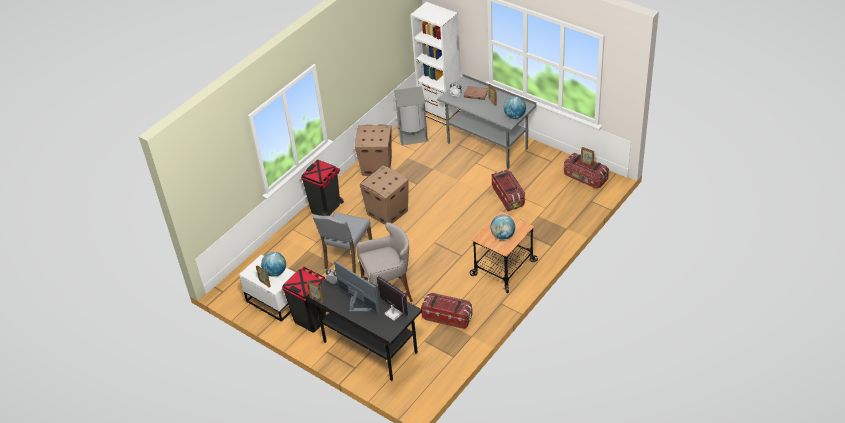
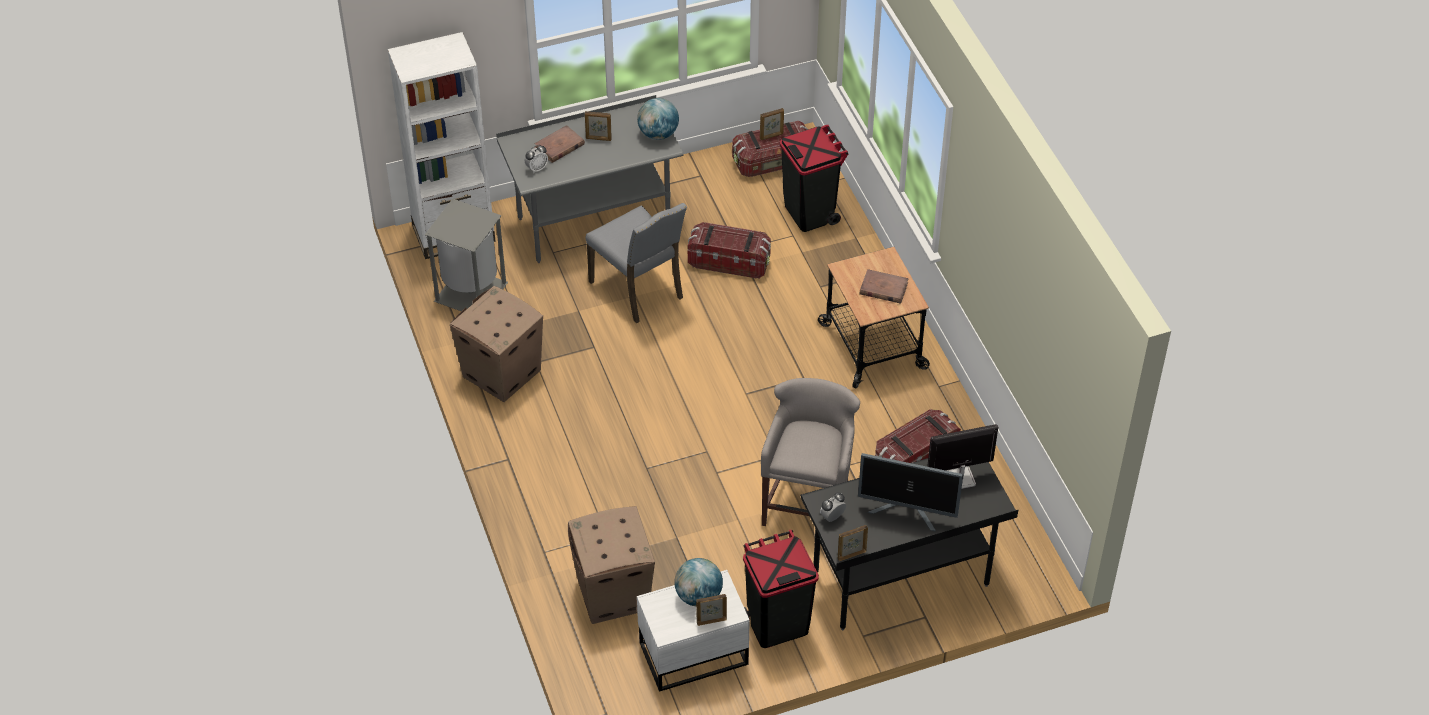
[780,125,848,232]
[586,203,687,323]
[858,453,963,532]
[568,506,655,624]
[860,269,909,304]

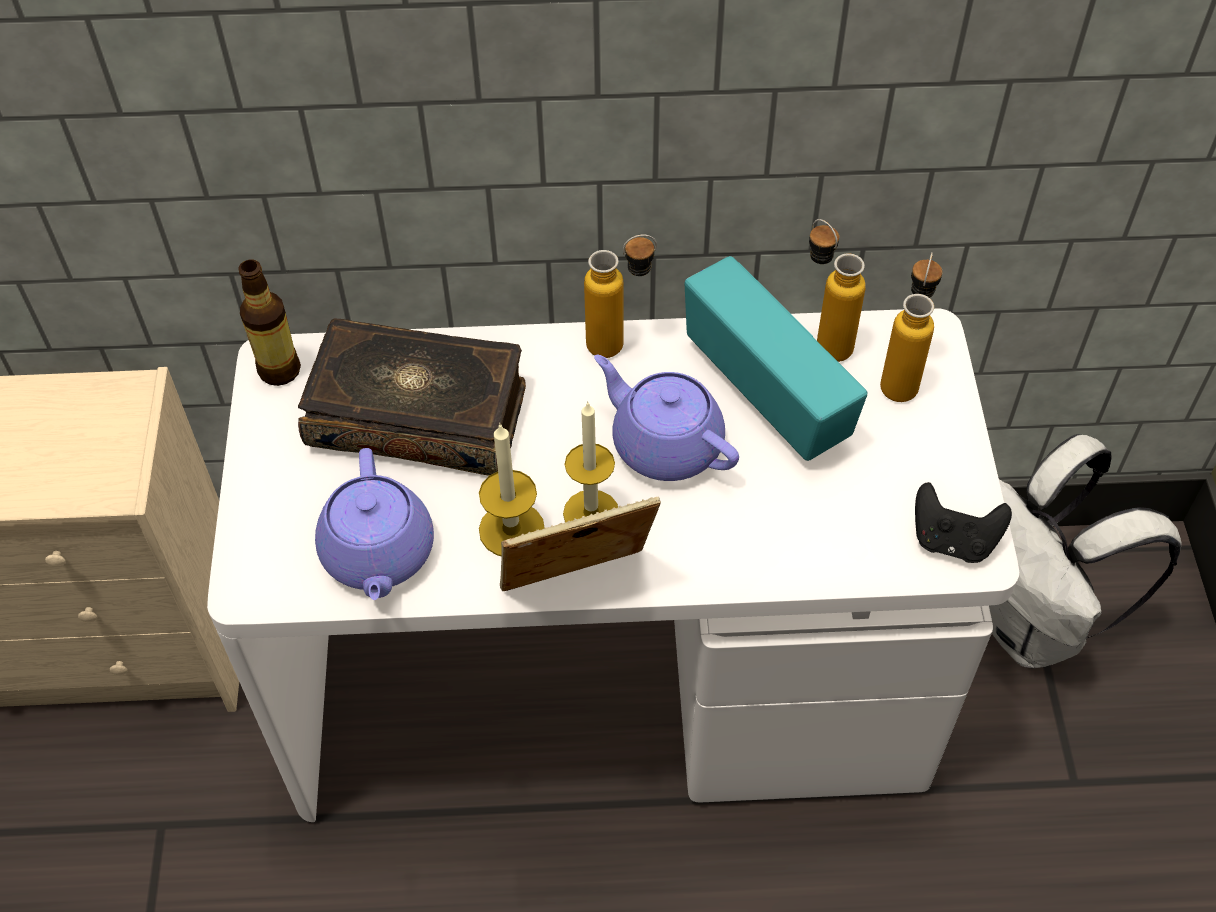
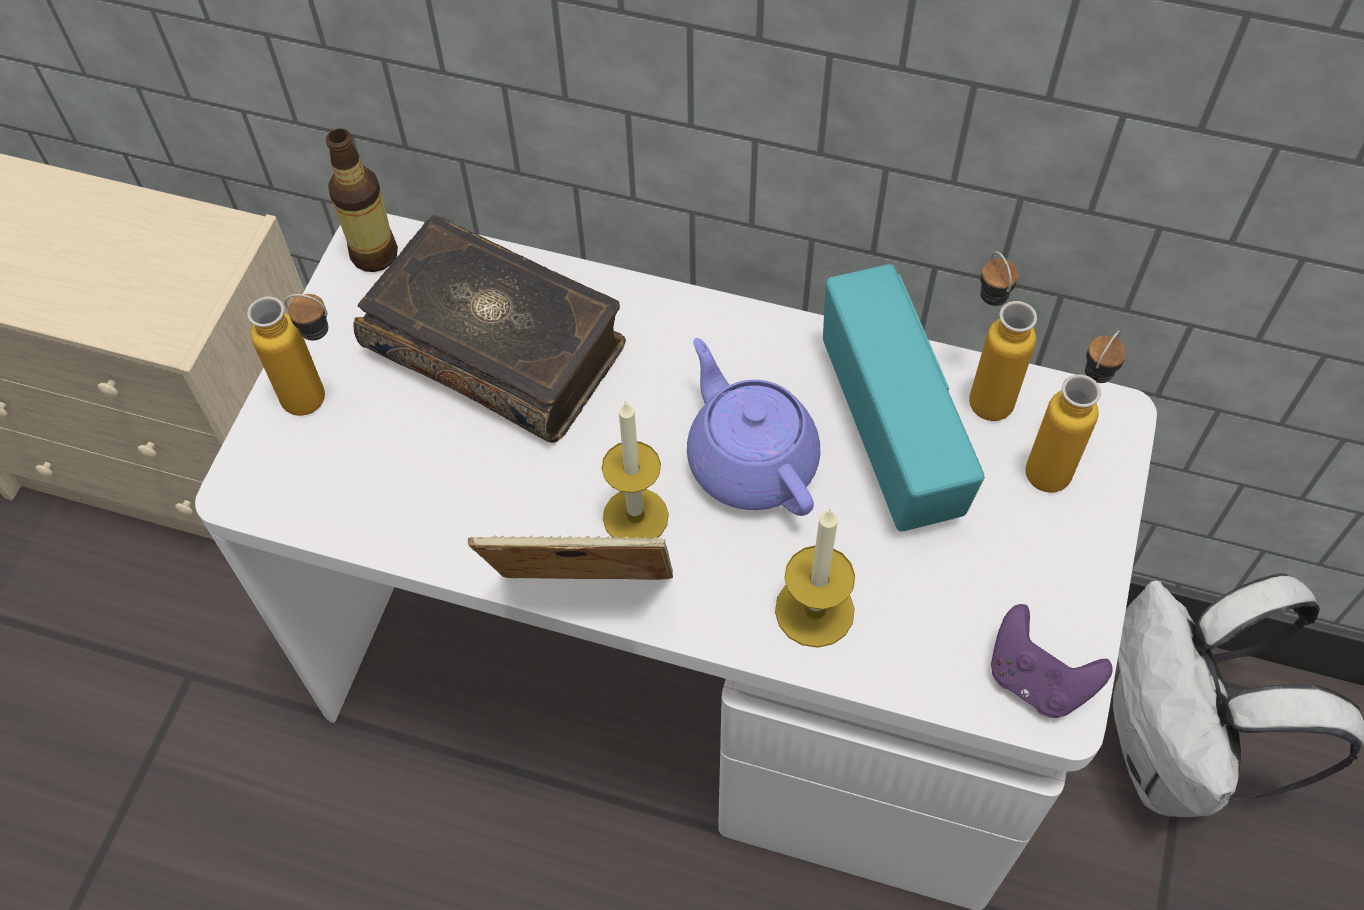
[315,448,434,600] (first image)
[775,508,855,648]
[247,294,328,416]
[991,604,1113,718]

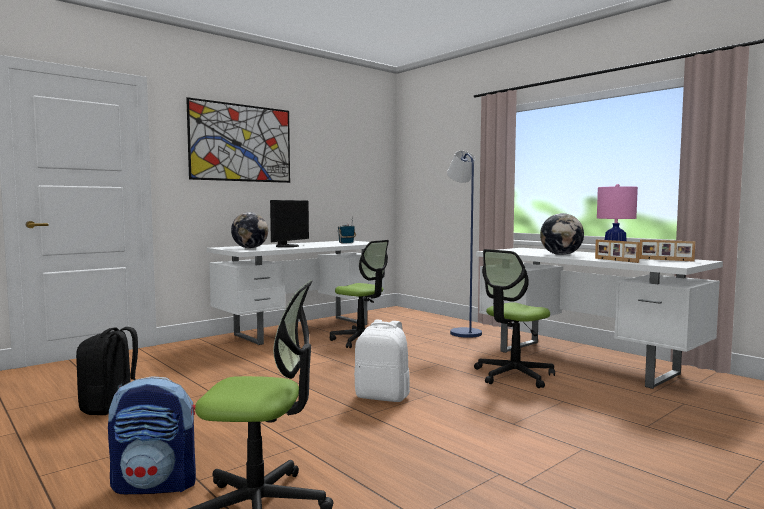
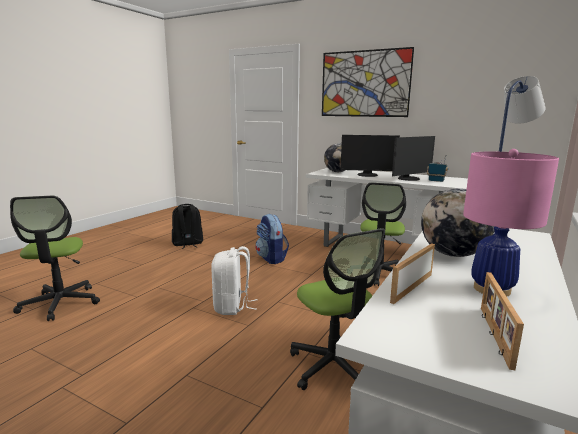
[255,214,289,264]
[290,228,385,390]
[392,136,435,181]

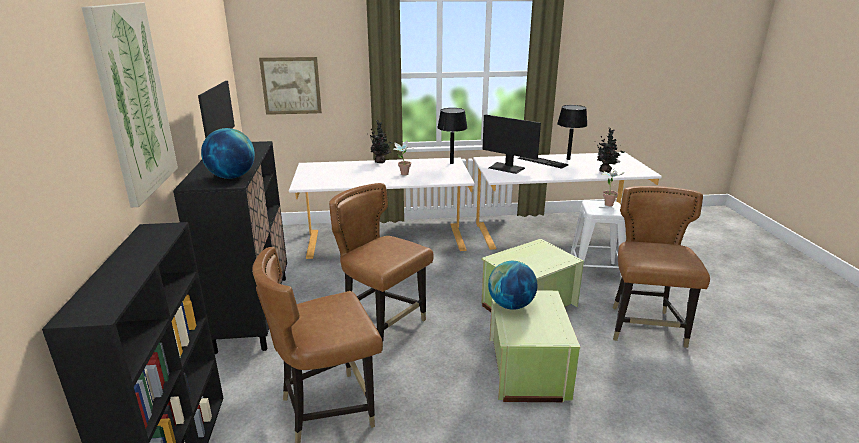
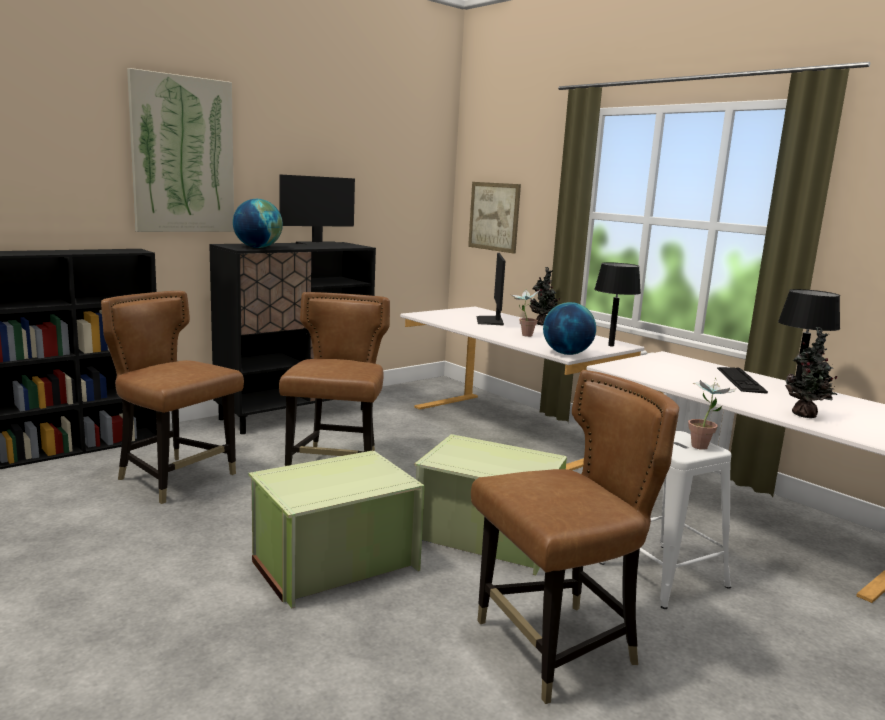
[476,253,505,326]
[543,302,596,355]

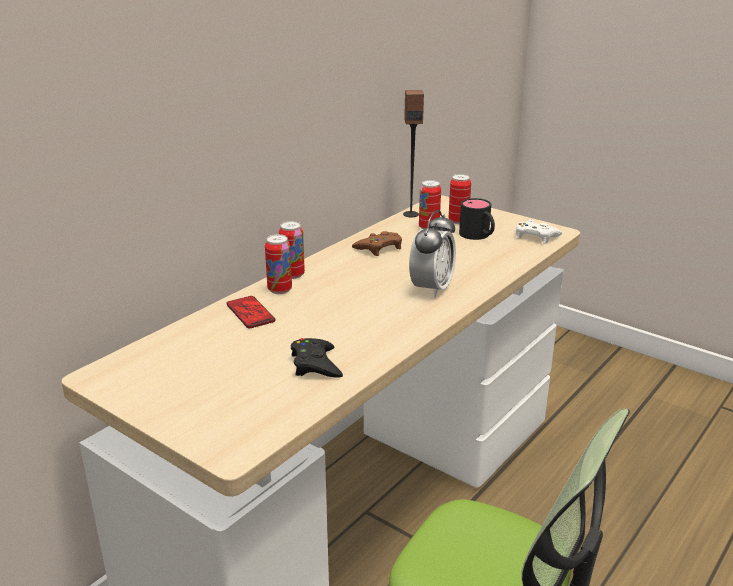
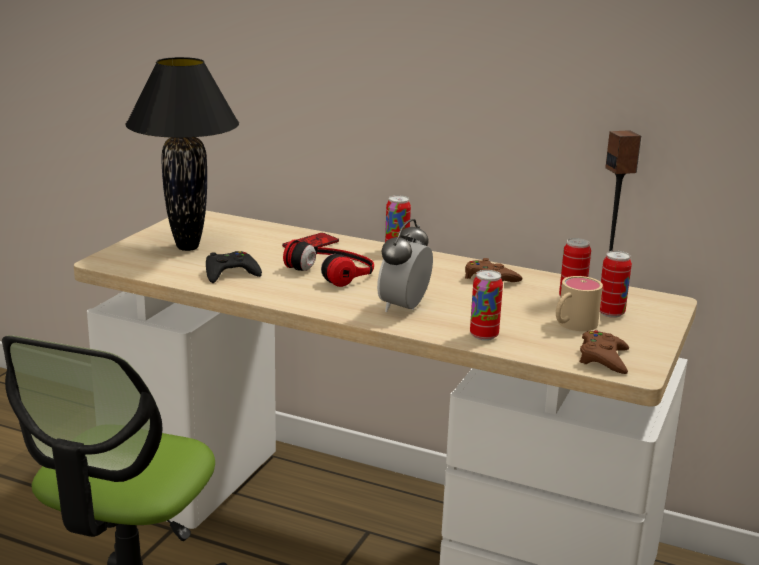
[470,270,503,341]
[377,219,433,312]
[556,276,603,331]
[580,330,629,374]
[125,57,239,251]
[283,239,374,287]

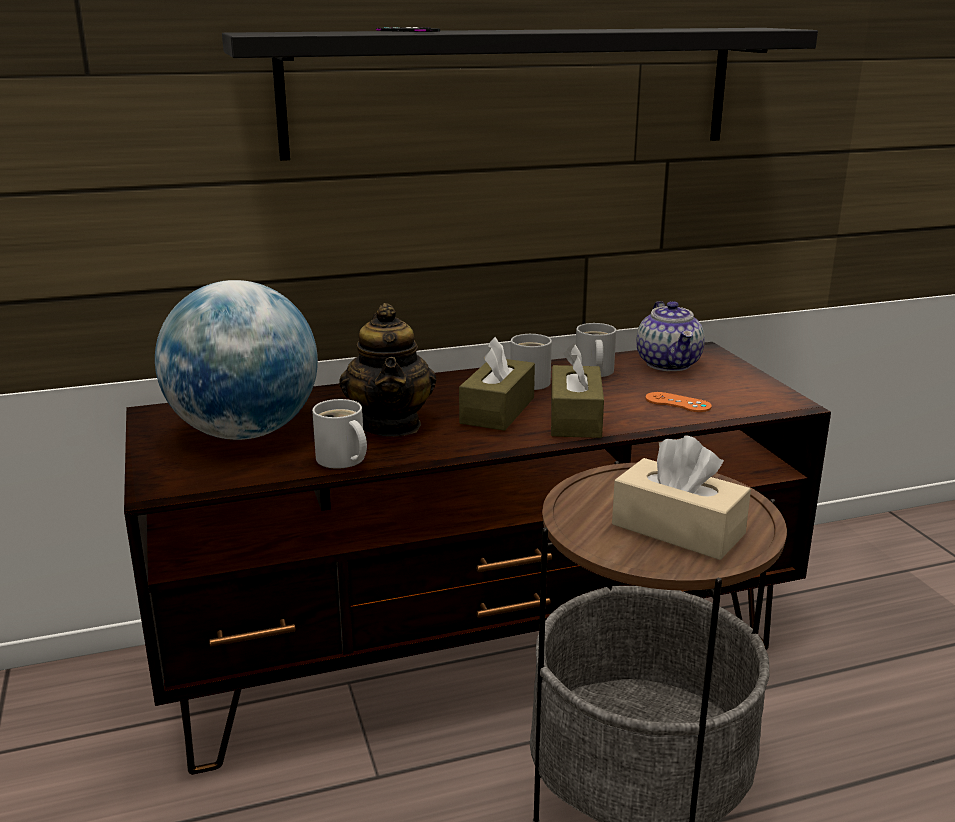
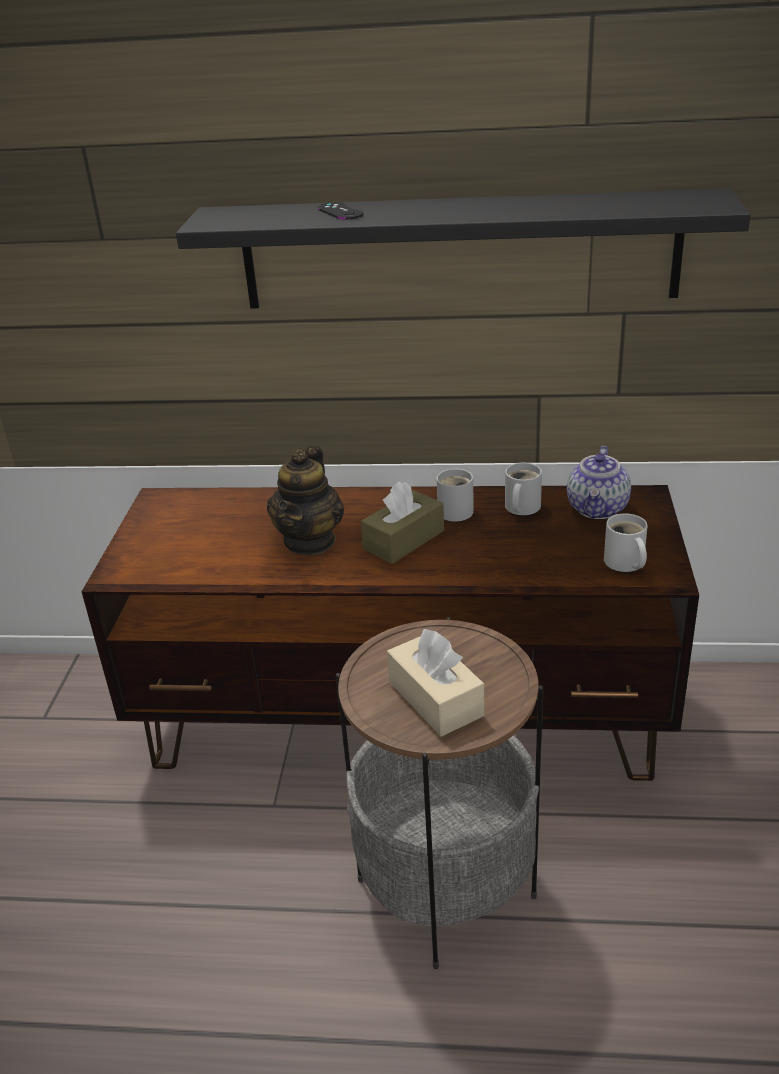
[155,280,318,440] (first image)
[604,513,648,572]
[551,344,604,438] (first image)
[645,392,712,412] (first image)

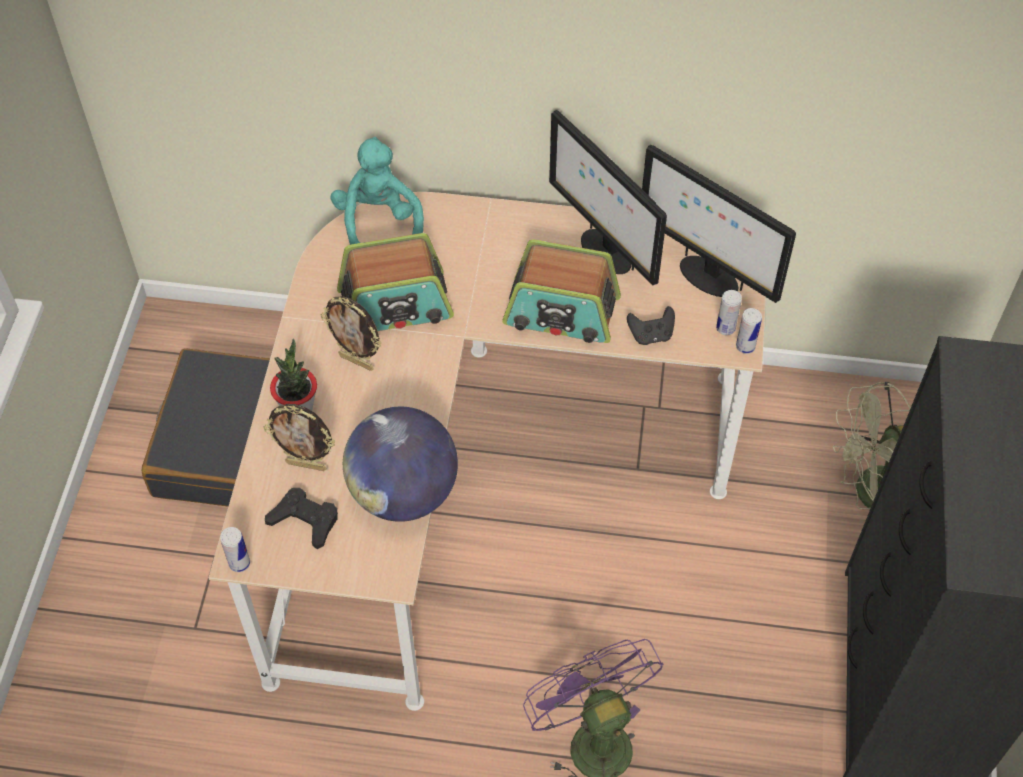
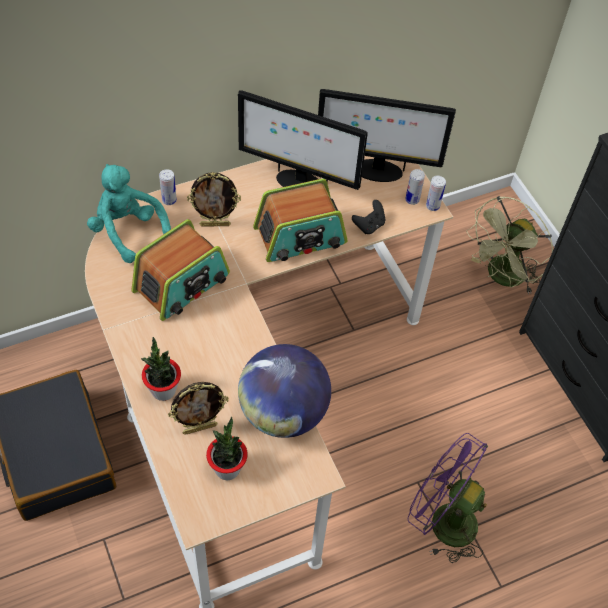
[159,169,177,205]
[206,417,248,480]
[187,172,241,226]

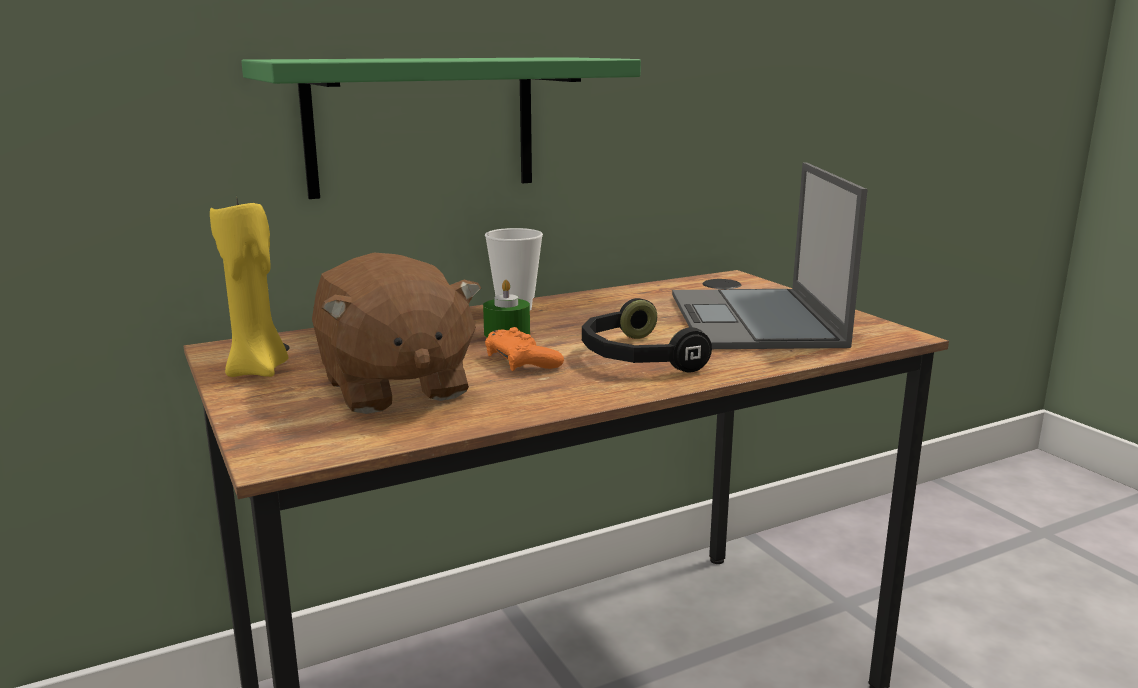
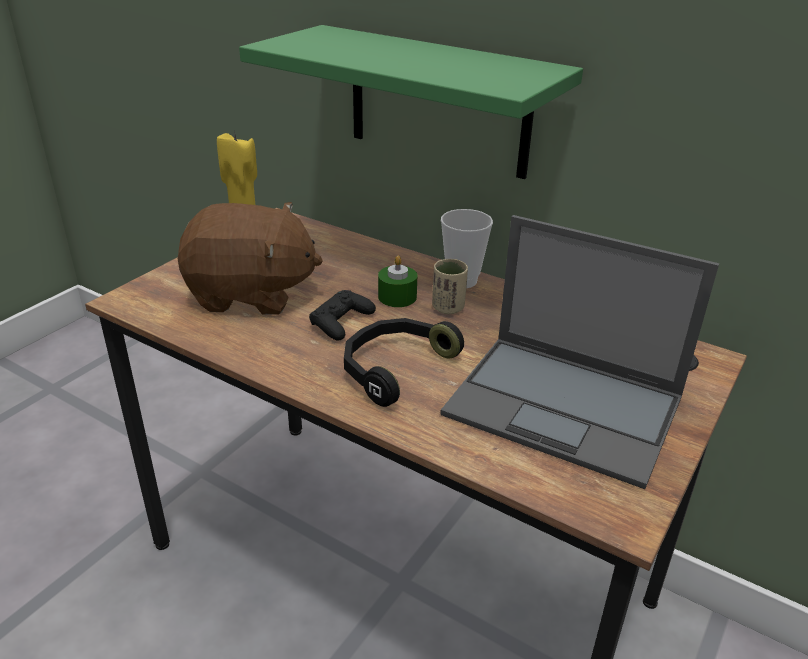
[178,202,323,315]
[309,290,376,341]
[440,215,719,489]
[432,259,468,314]

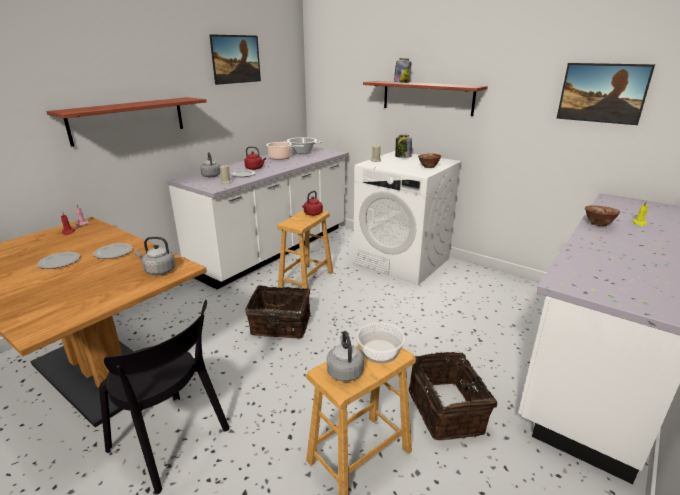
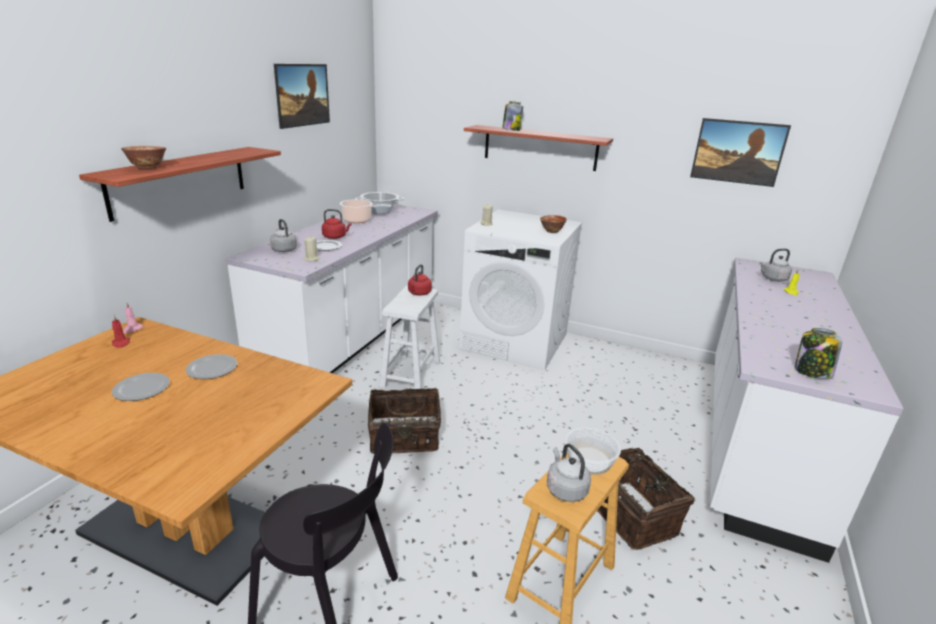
[759,249,792,282]
[379,286,440,389]
[795,328,842,379]
[121,146,166,169]

